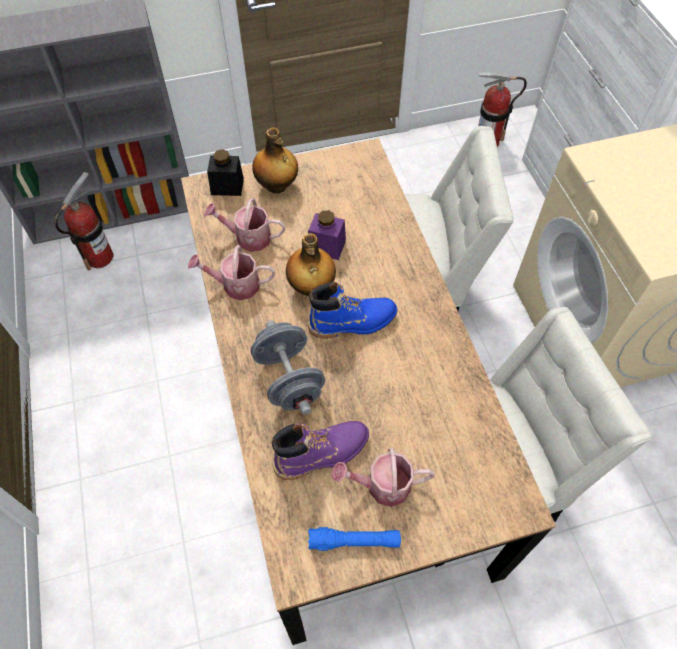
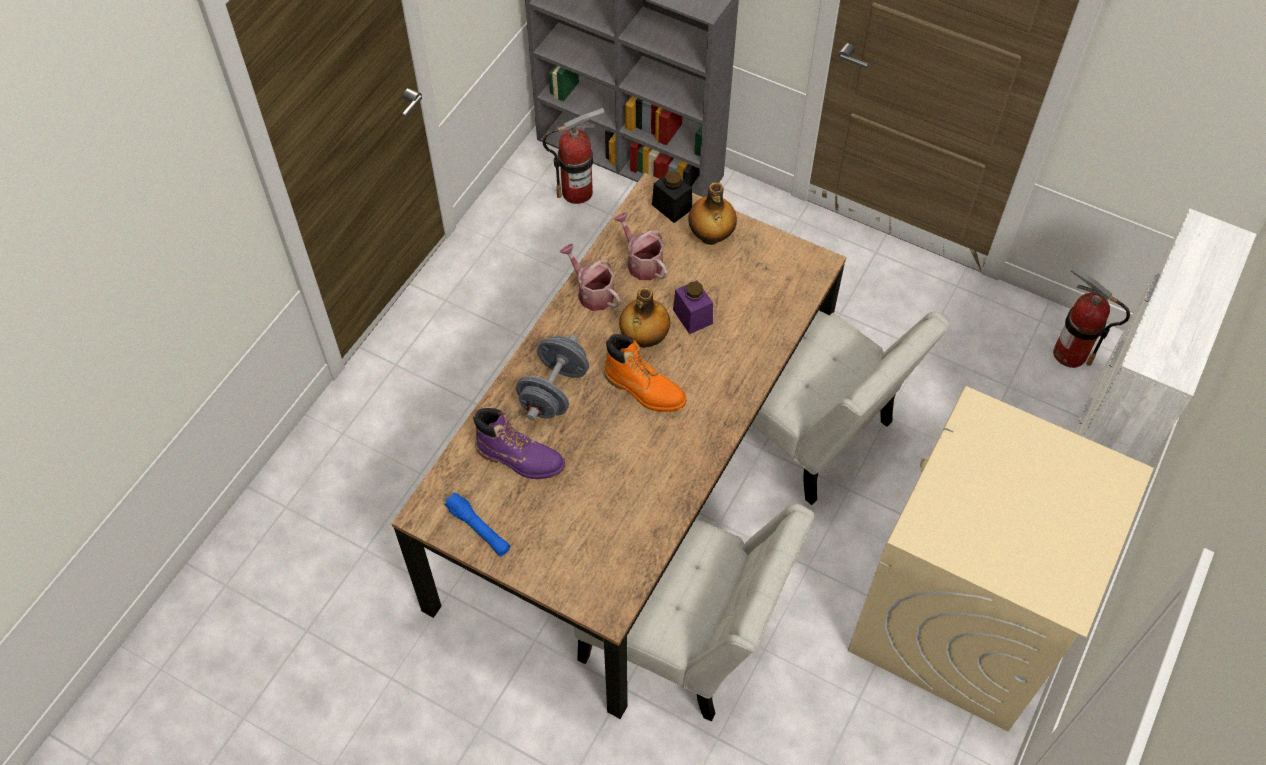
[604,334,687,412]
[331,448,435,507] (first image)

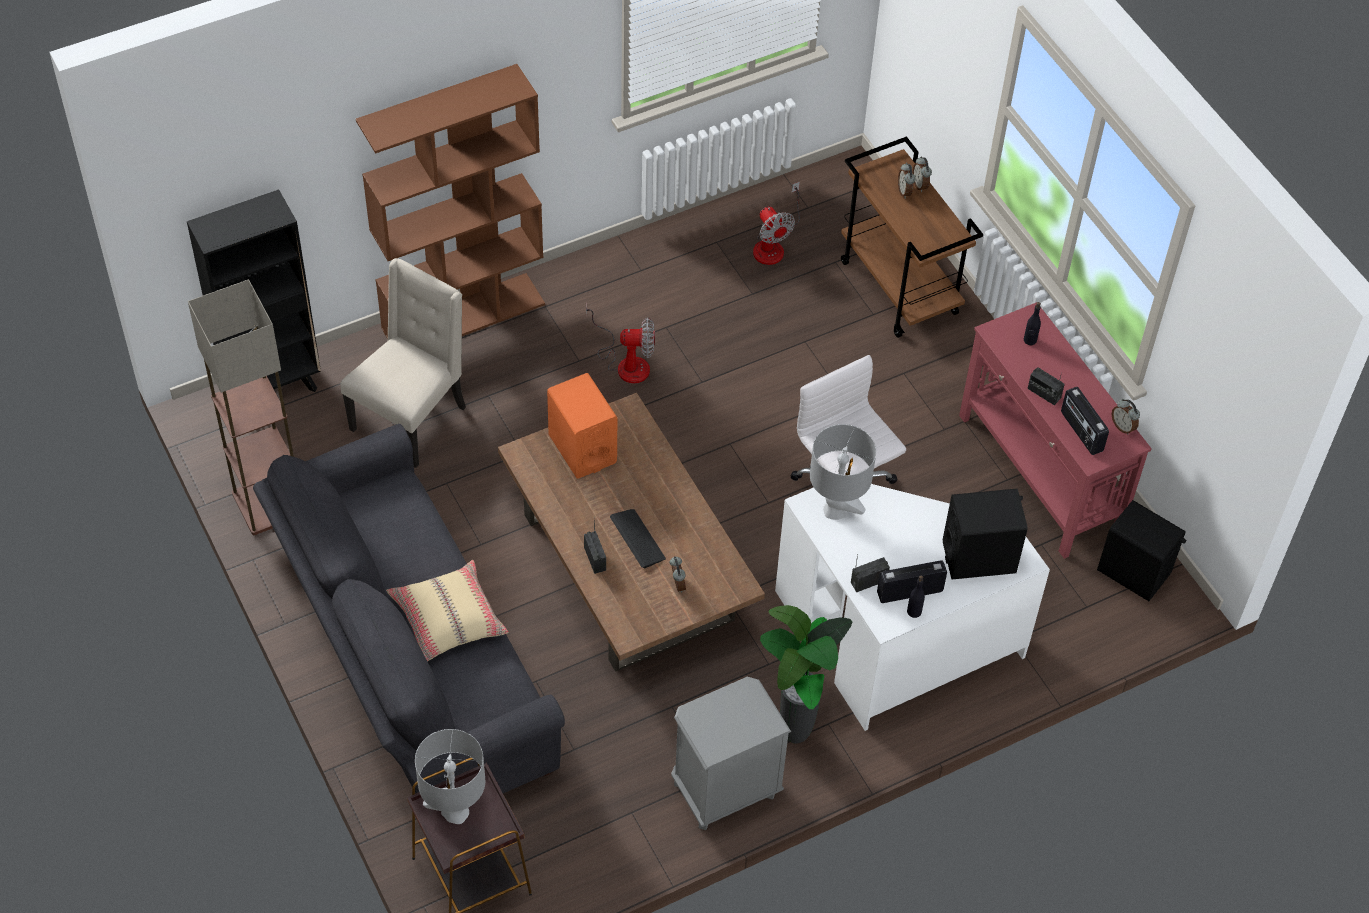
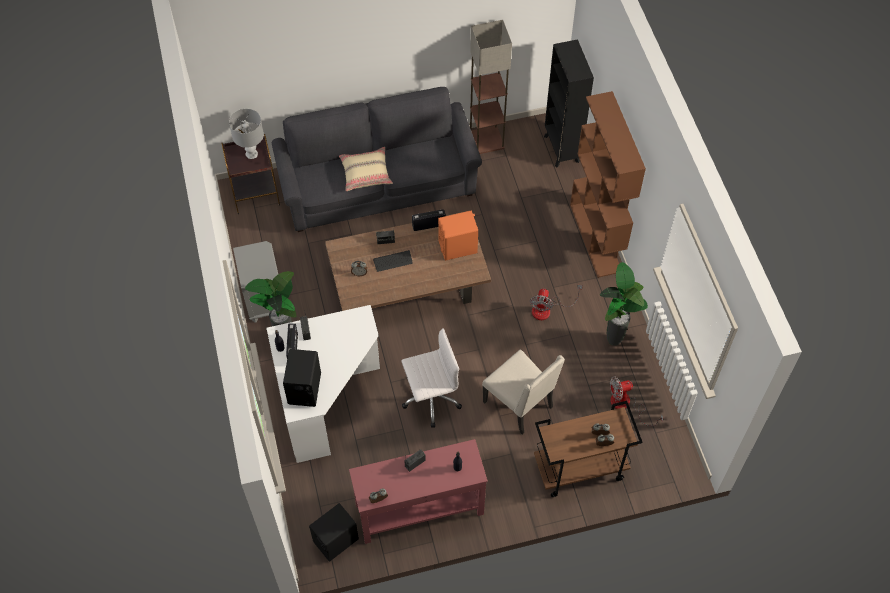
[482,349,565,435]
[810,424,876,520] (first image)
[412,210,446,231]
[600,262,648,346]

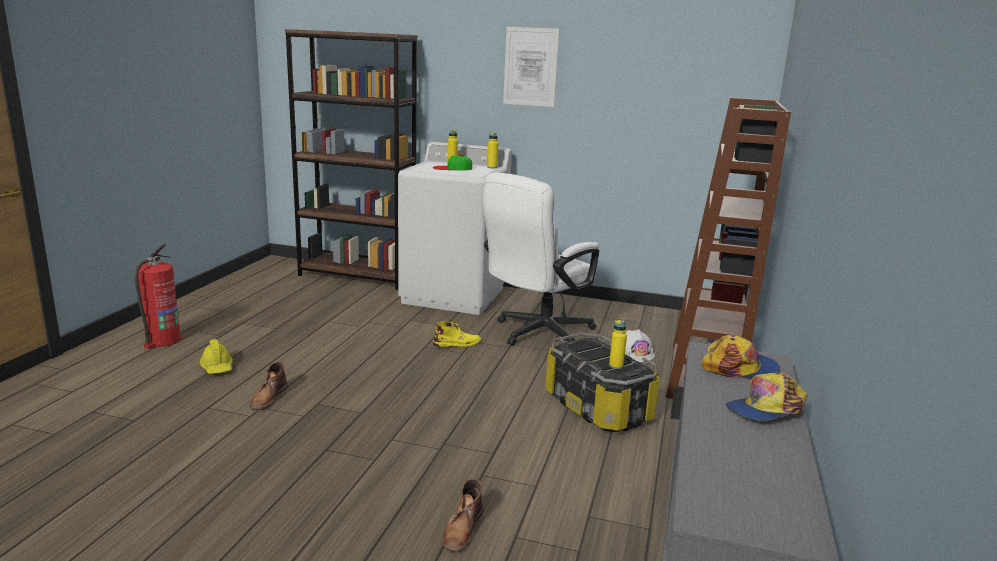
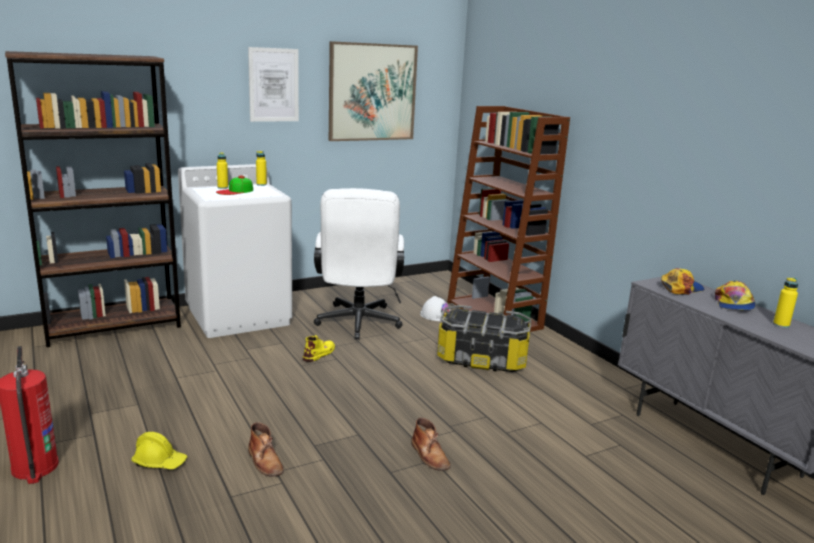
[411,418,451,471]
[773,278,798,328]
[329,41,418,141]

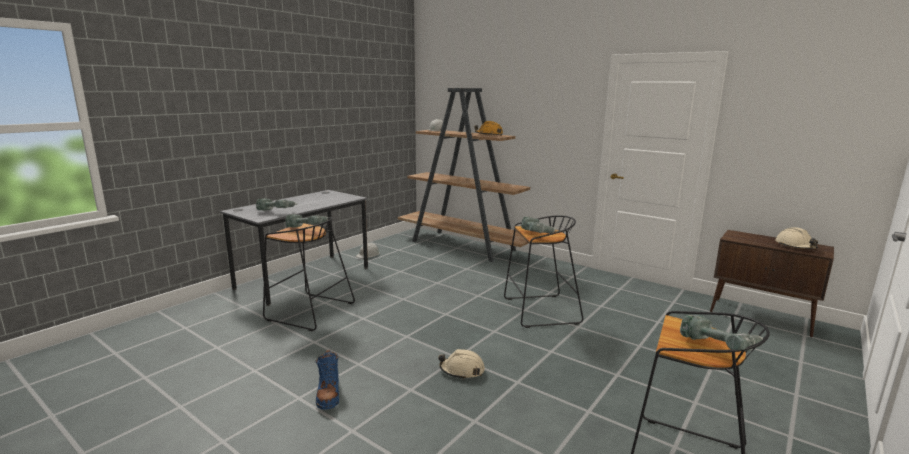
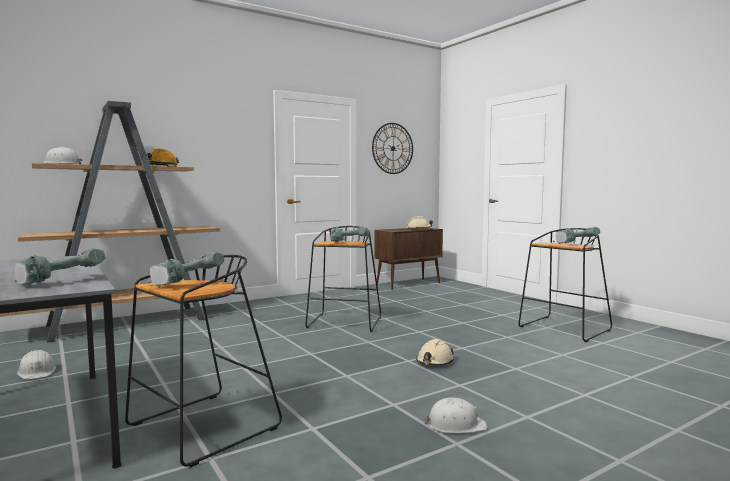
[424,397,487,434]
[372,123,413,174]

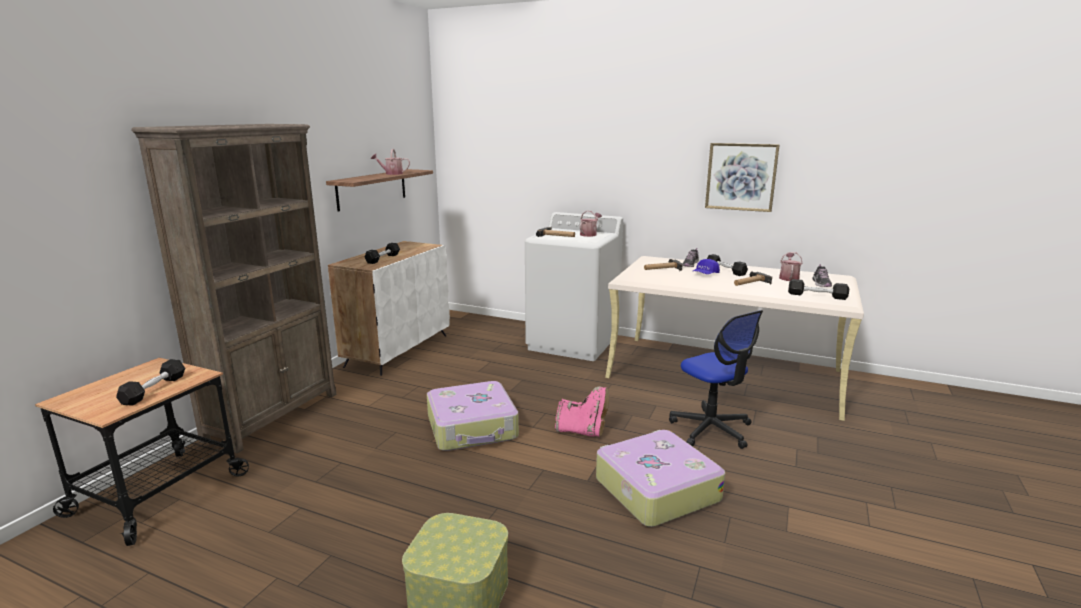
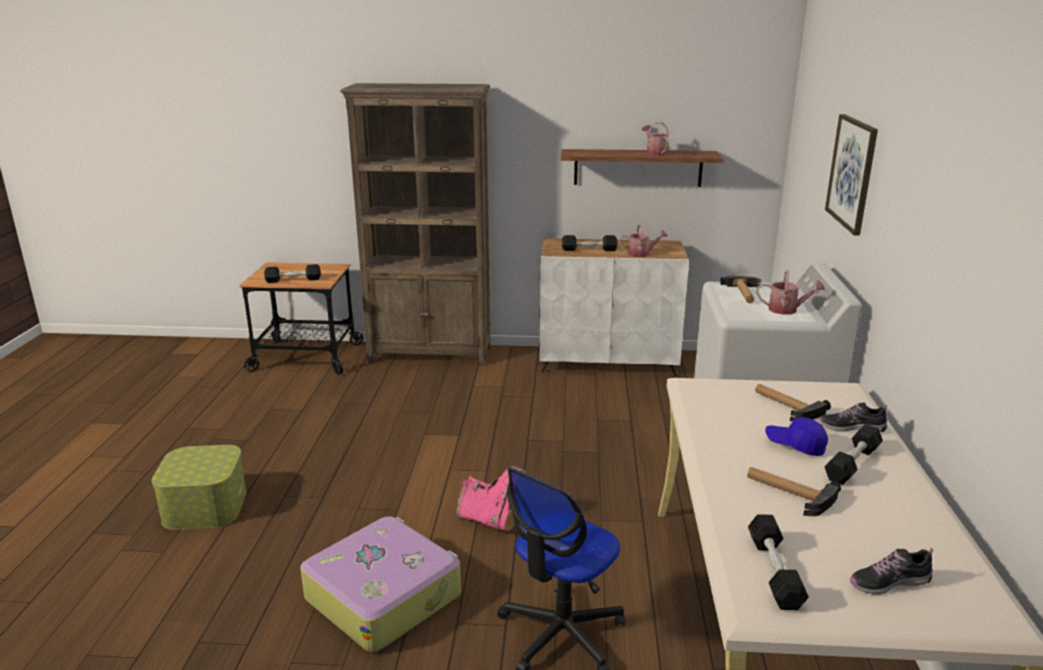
[427,381,519,451] (first image)
[456,466,526,531]
[825,114,878,235]
[619,224,668,257]

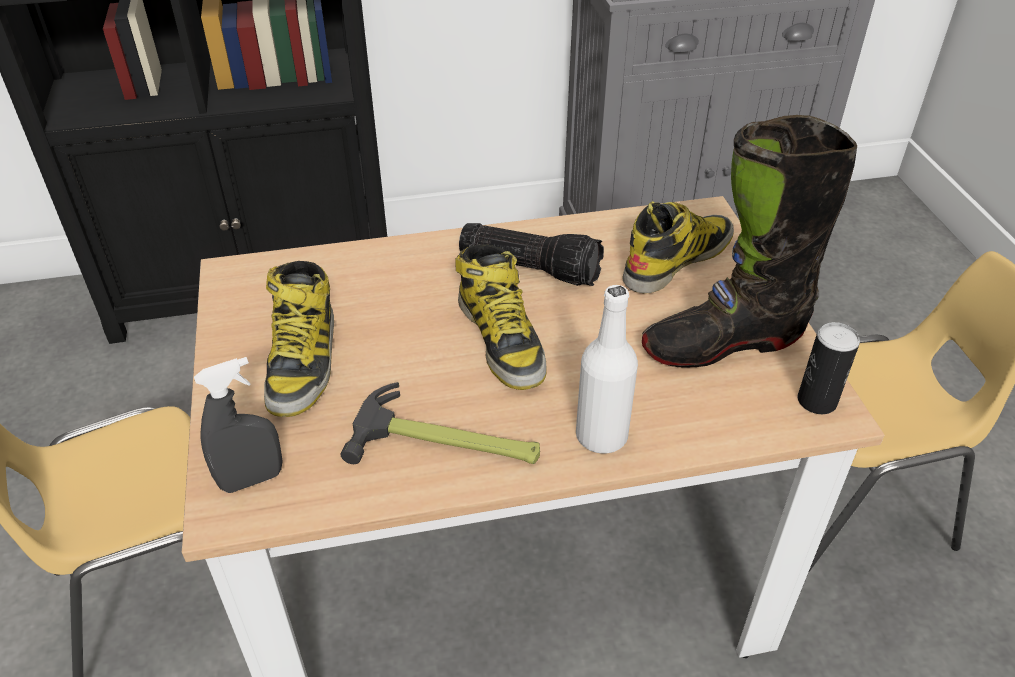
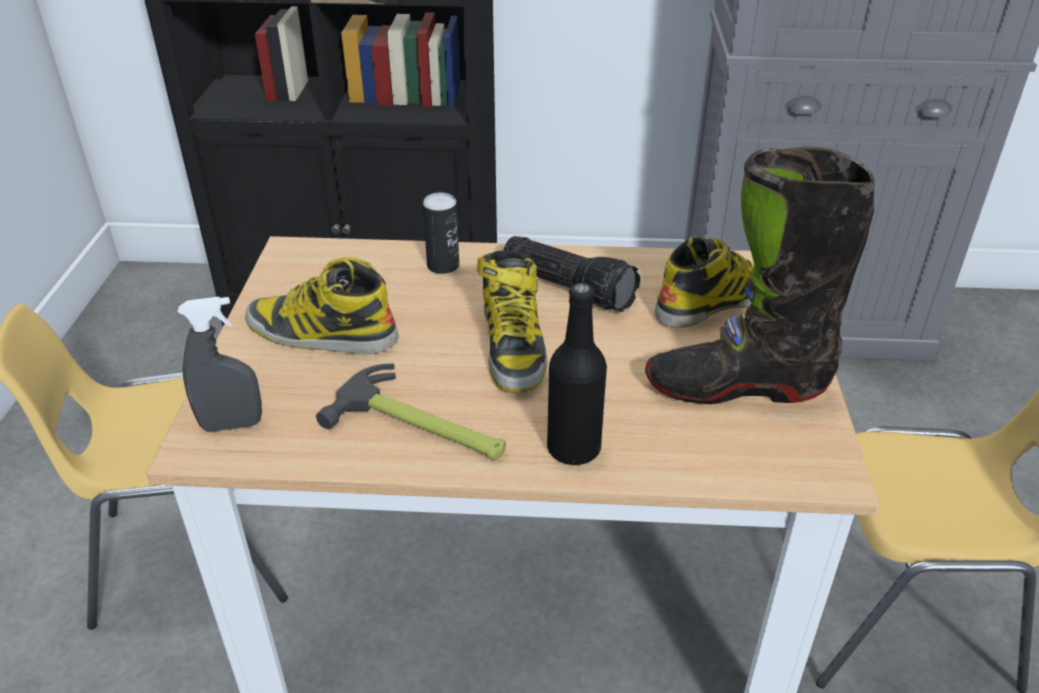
[245,257,399,354]
[547,283,607,465]
[423,193,459,274]

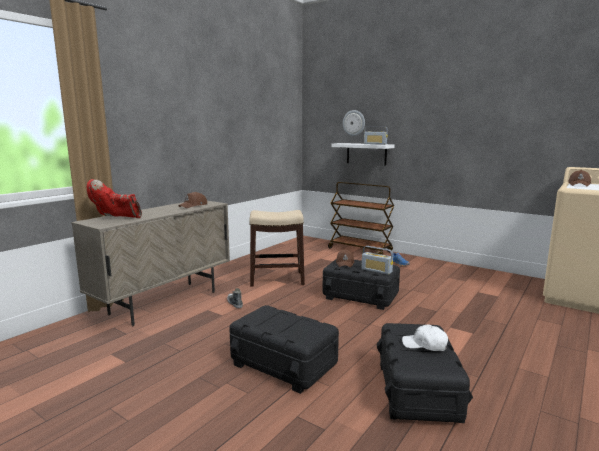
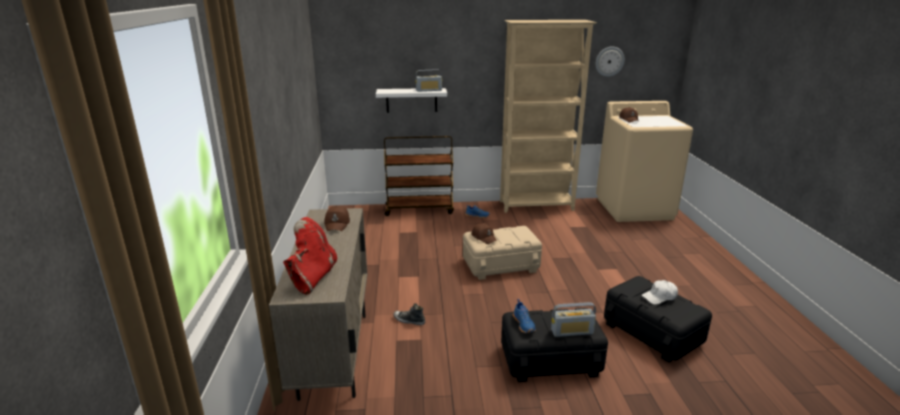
[283,217,337,295]
[249,210,305,287] (first image)
[463,226,542,280]
[596,46,625,77]
[551,302,596,337]
[500,20,597,213]
[513,299,536,333]

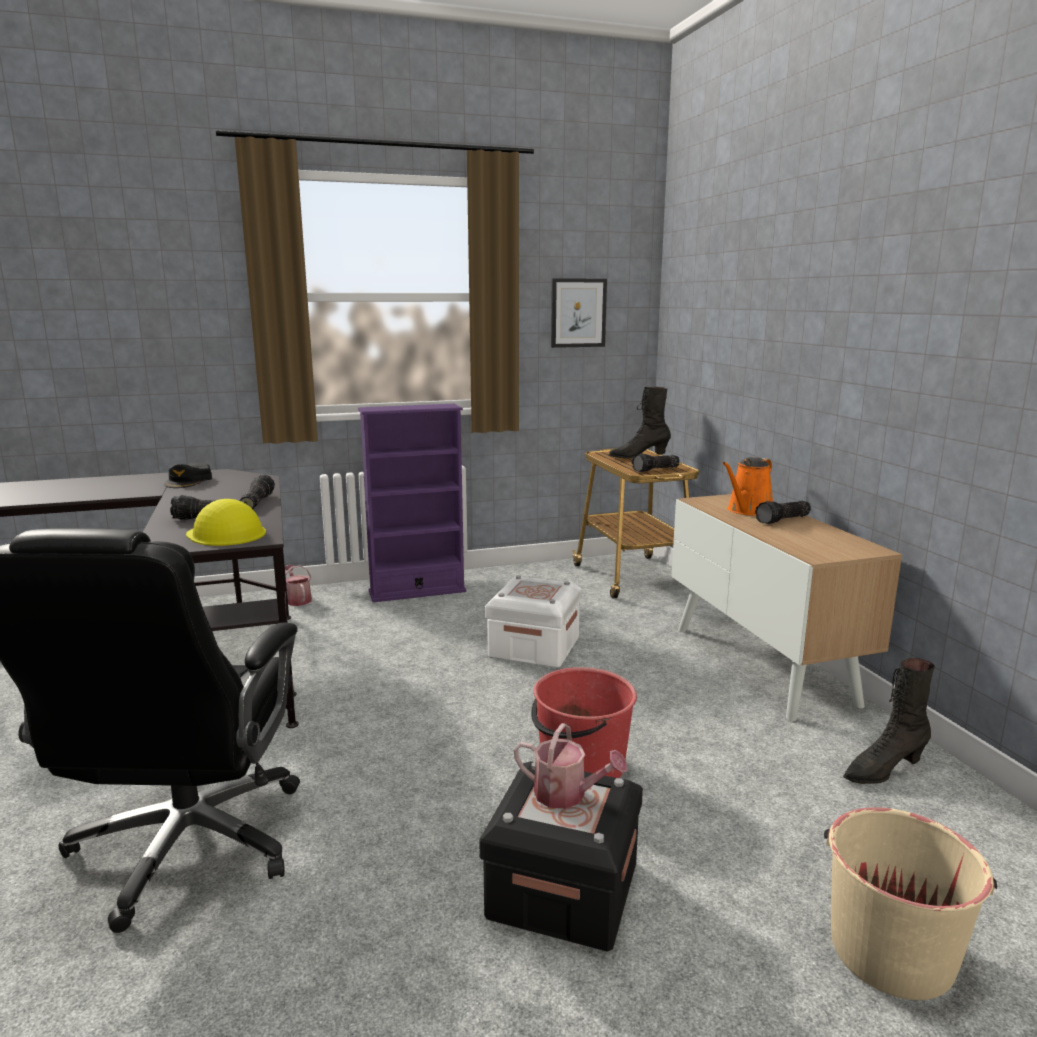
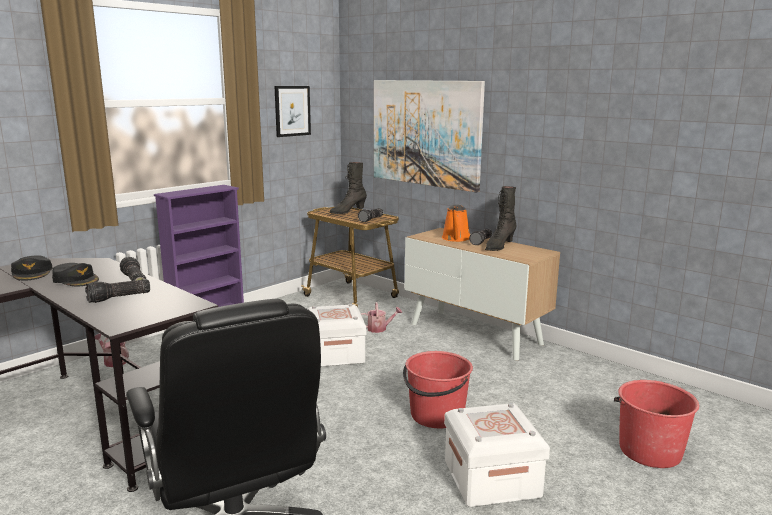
[186,499,266,546] (first image)
[444,403,550,507]
[361,302,402,333]
[614,380,699,468]
[485,186,517,251]
[52,263,99,287]
[374,80,485,192]

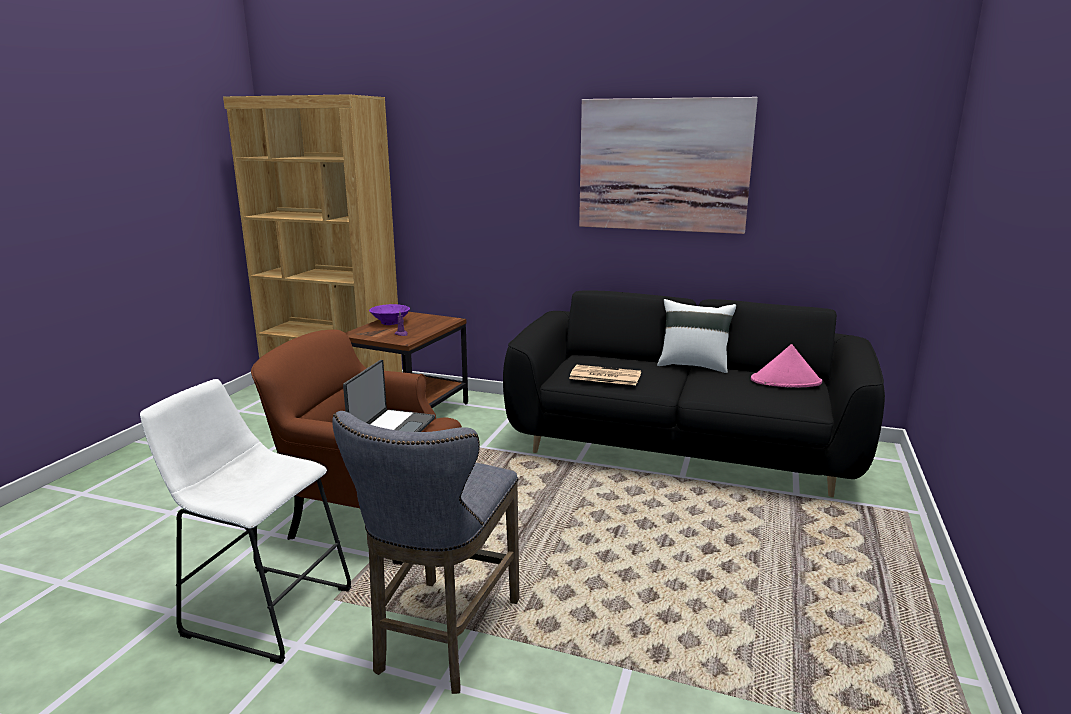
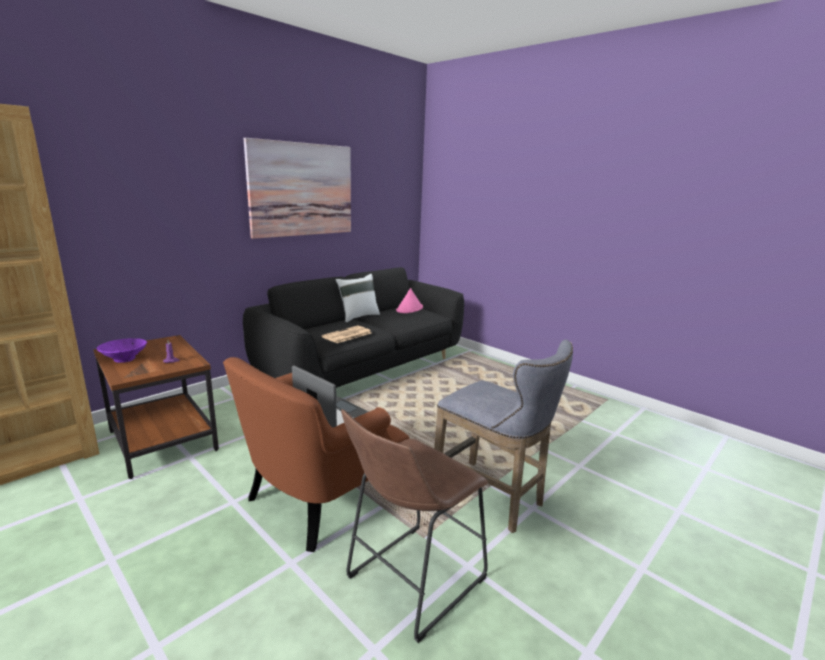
[341,409,488,643]

